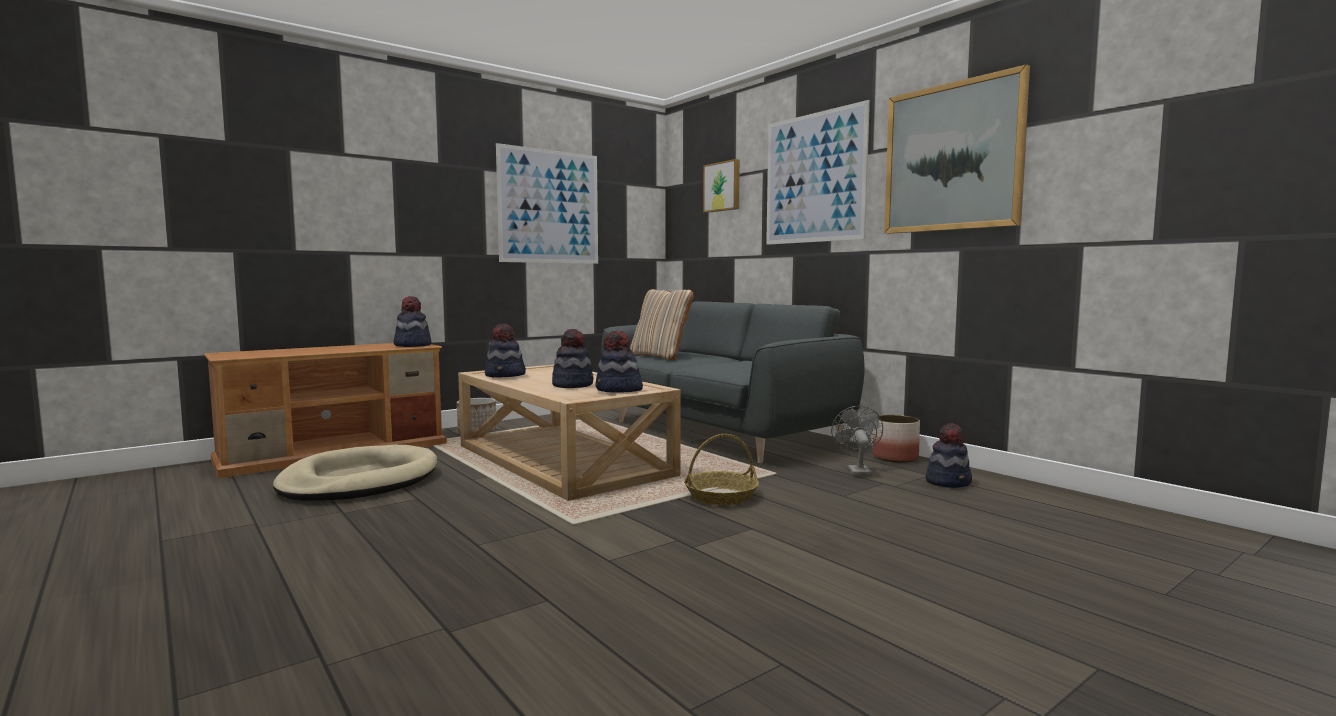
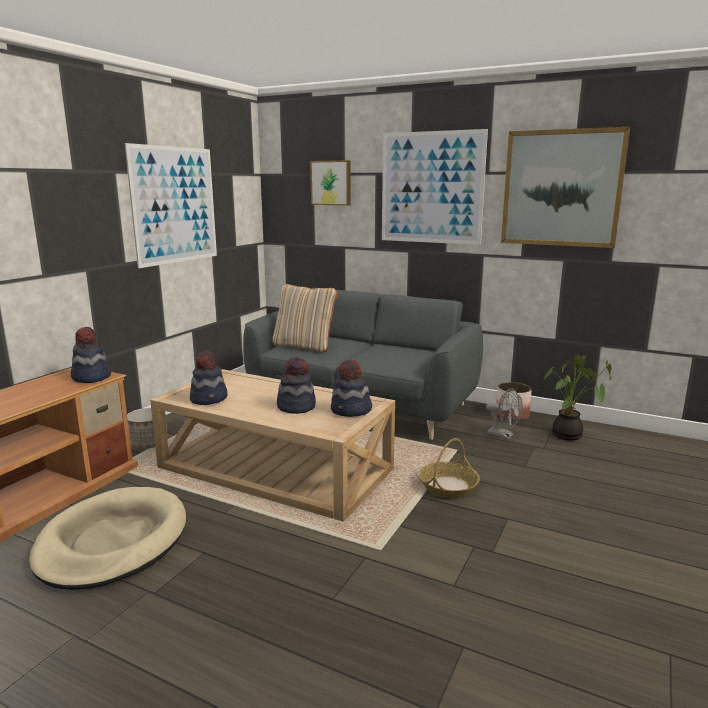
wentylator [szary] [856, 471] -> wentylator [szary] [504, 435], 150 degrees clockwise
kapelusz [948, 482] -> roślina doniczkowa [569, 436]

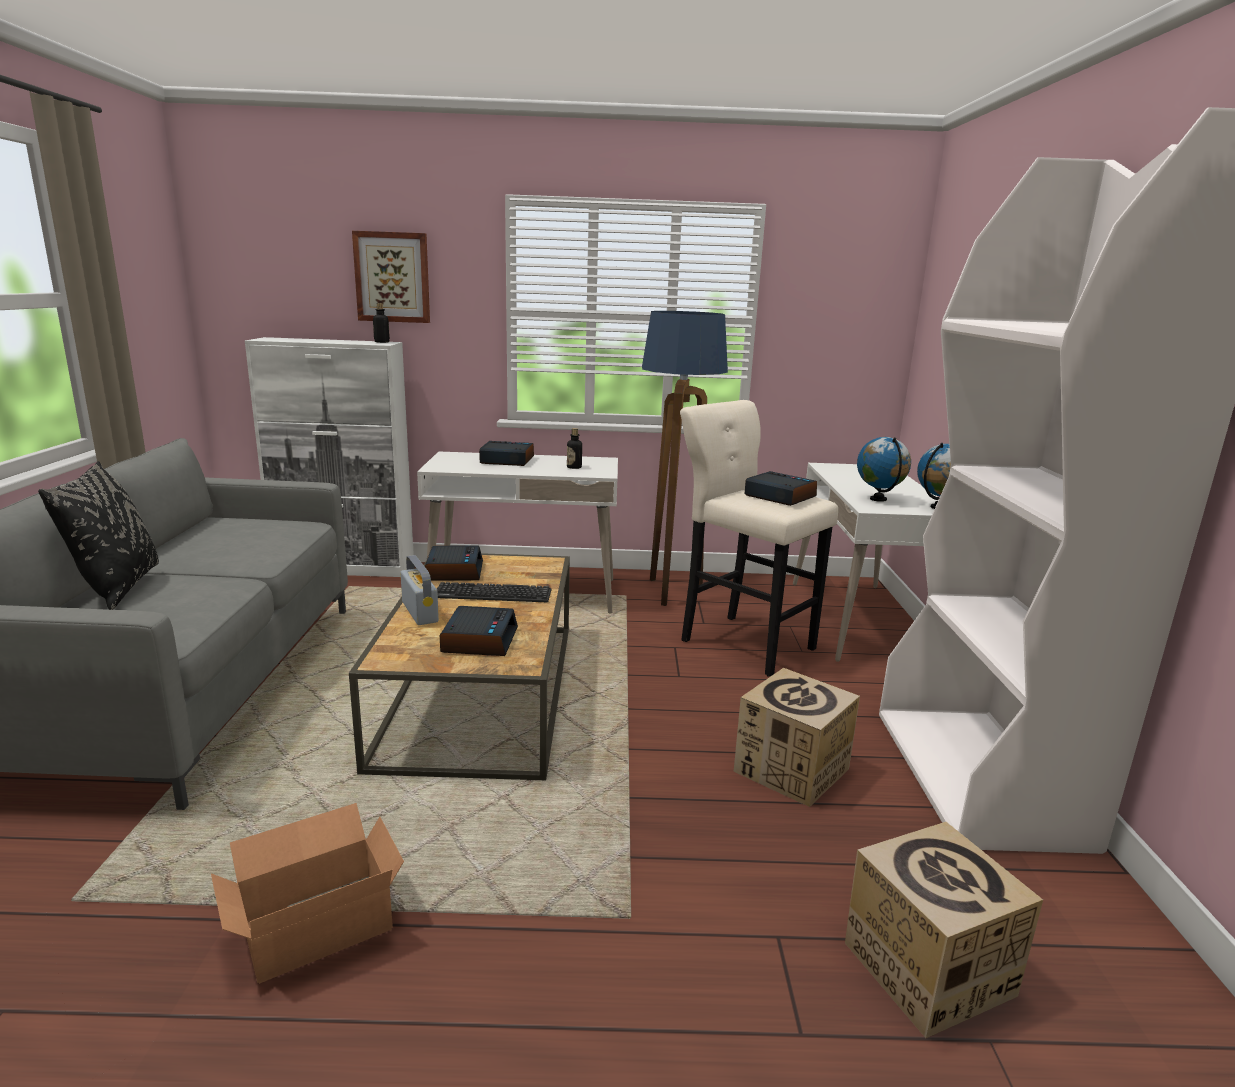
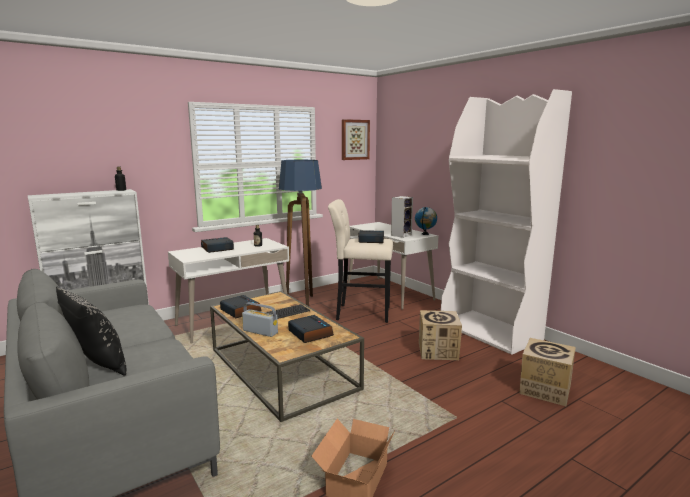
obraz [392, 277] -> obraz [354, 139], relocated
globus [878, 499] -> głośnik [401, 235]

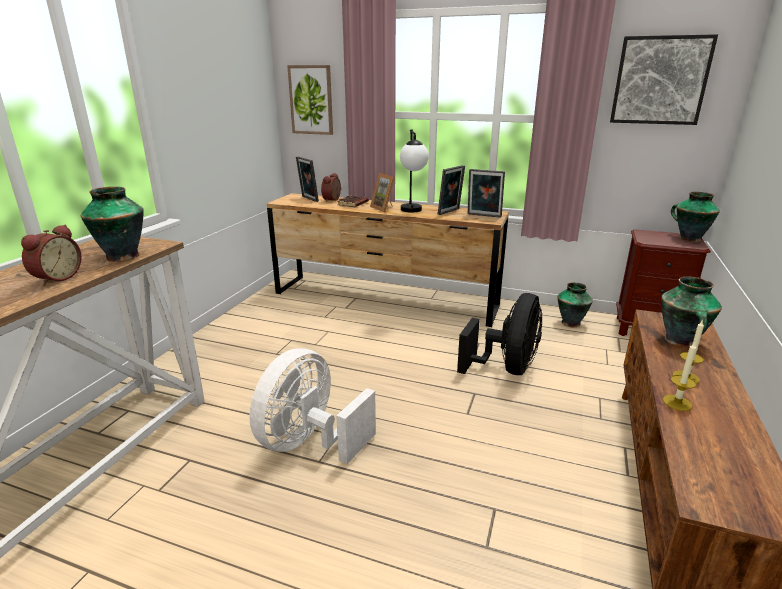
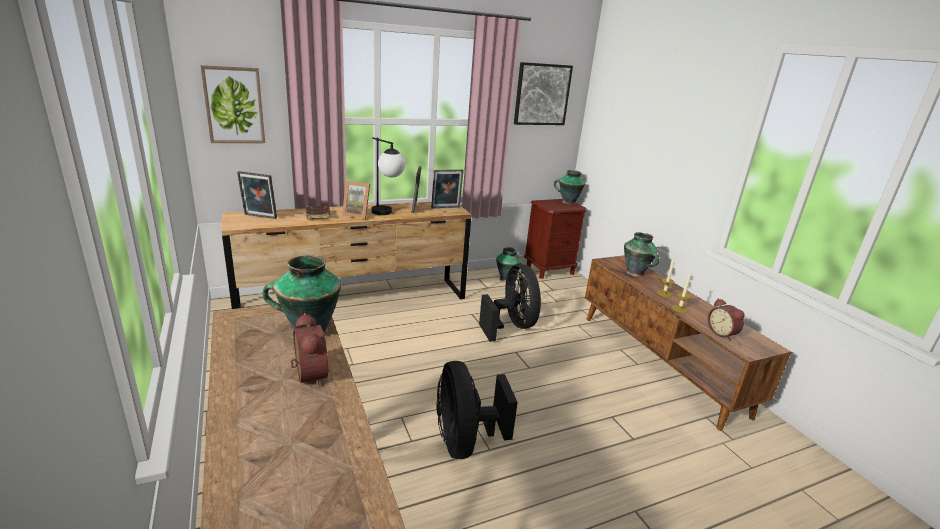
budzik [333, 200] -> budzik [722, 333], relocated
wentylator [biały] [310, 443] -> wentylator [czarny] [465, 441]

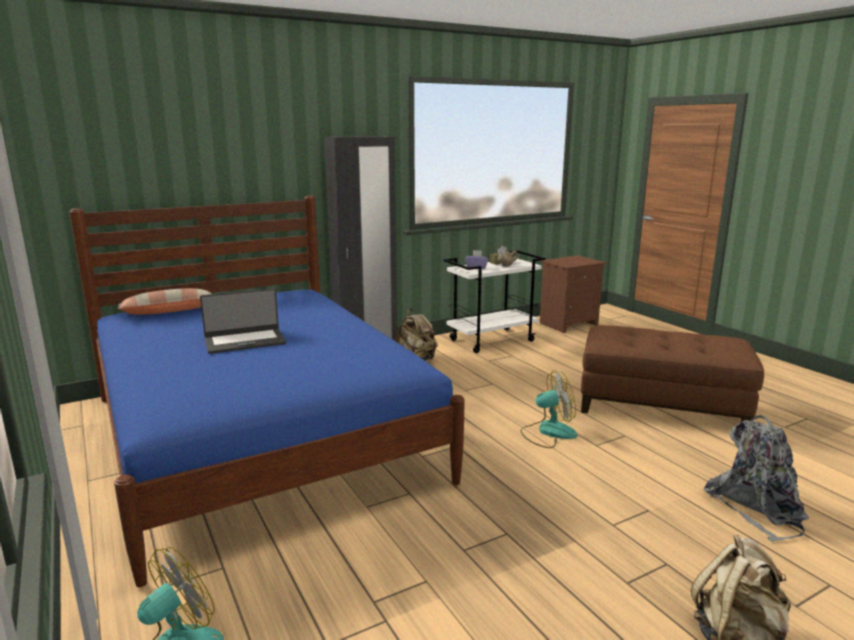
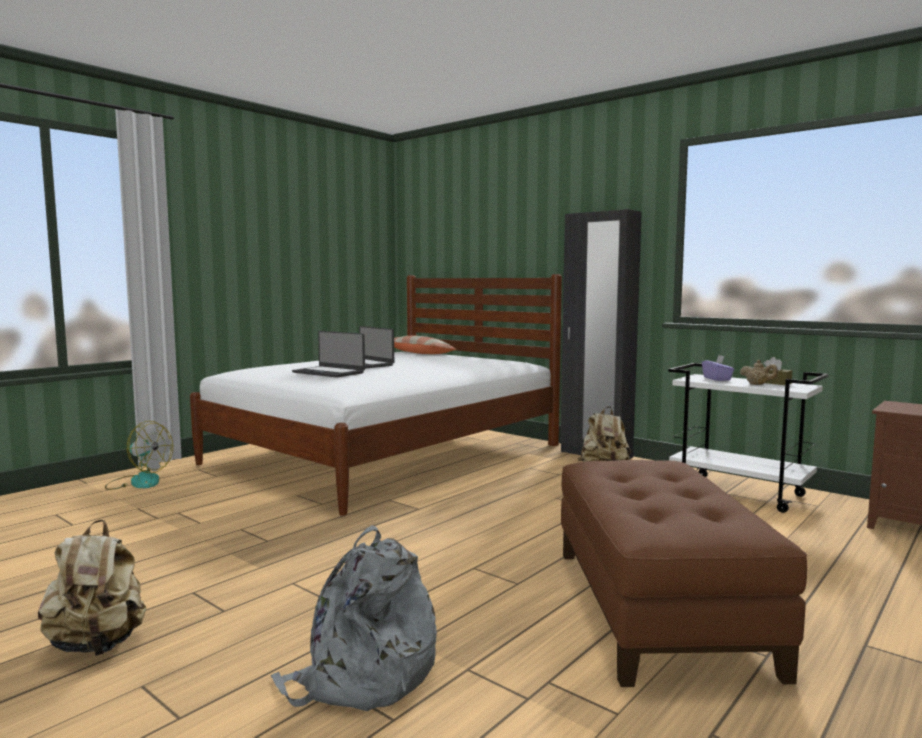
łóżko [niebieski] [258, 437] -> łóżko [biały] [386, 454]
wentylator [548, 432] -> none
none -> laptop [329, 372]

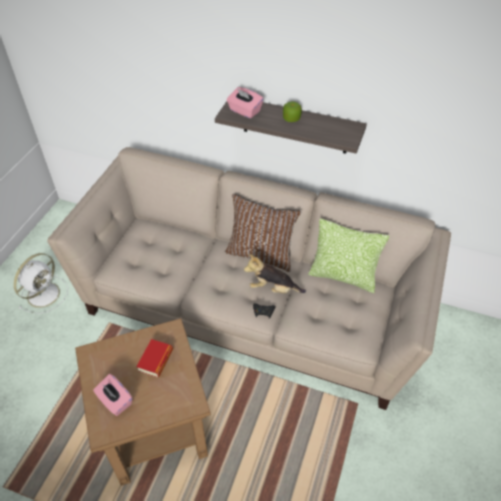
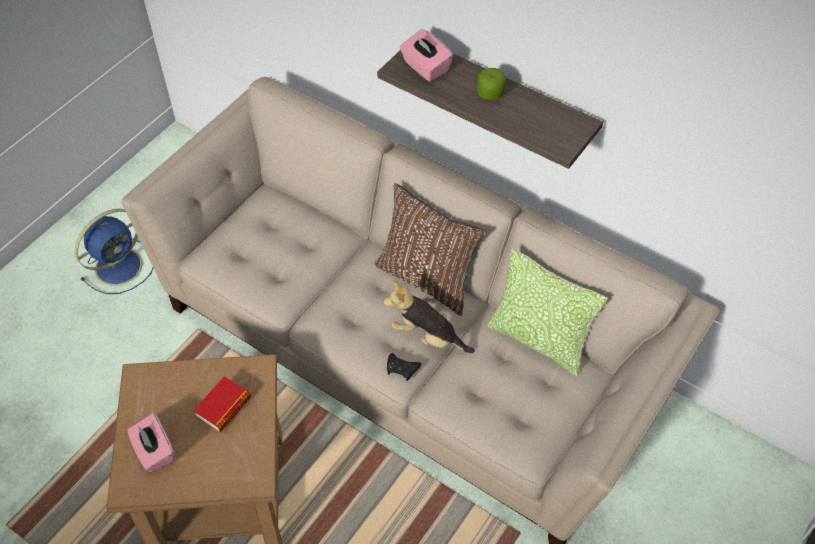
wentylator [biały] [44, 293] -> wentylator [niebieski] [120, 265]

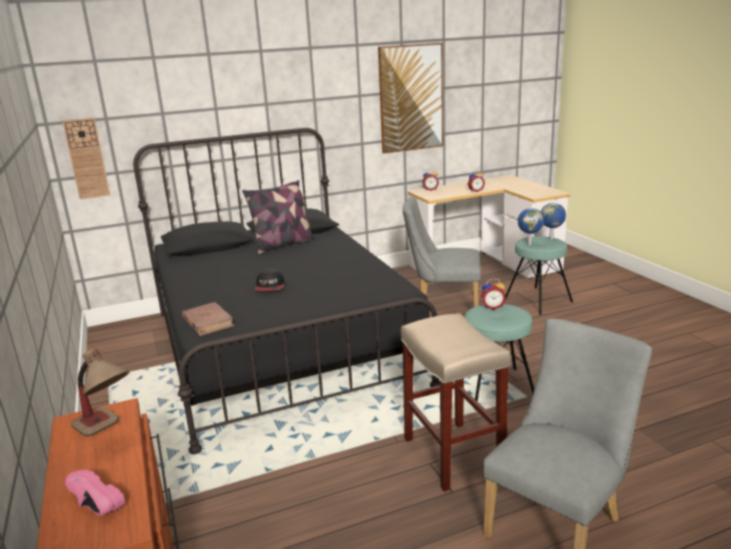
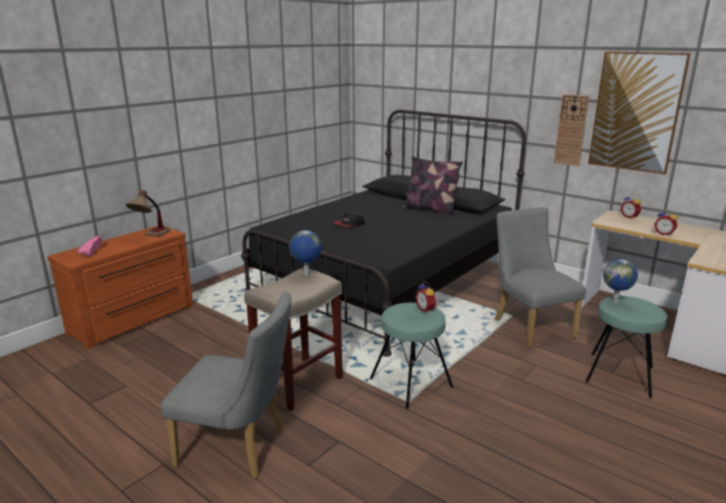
zegar ścienny [87, 158] -> zegar ścienny [571, 130], relocated
globus [552, 238] -> globus [306, 275], relocated
książka [brązowy] [208, 322] -> none

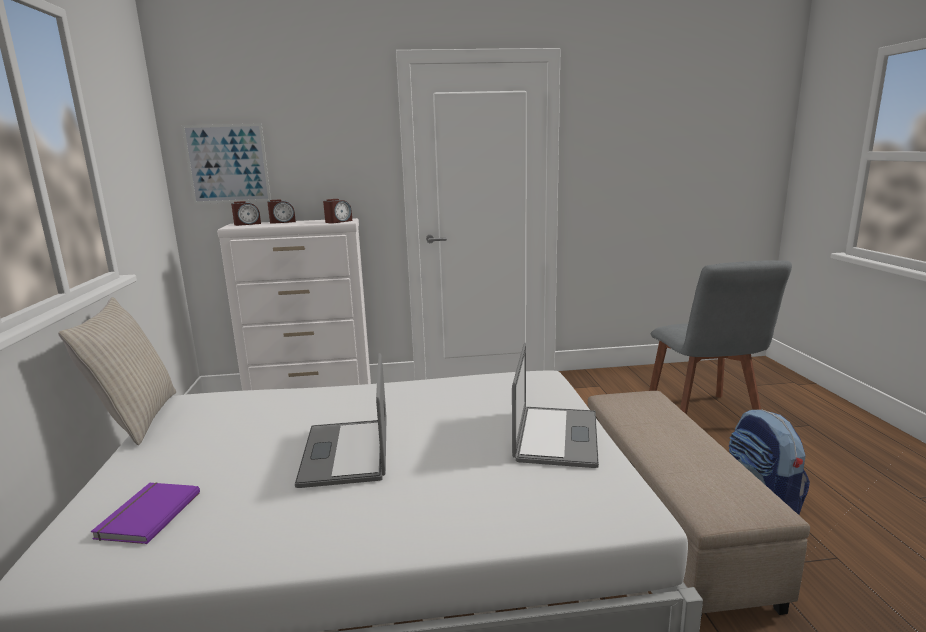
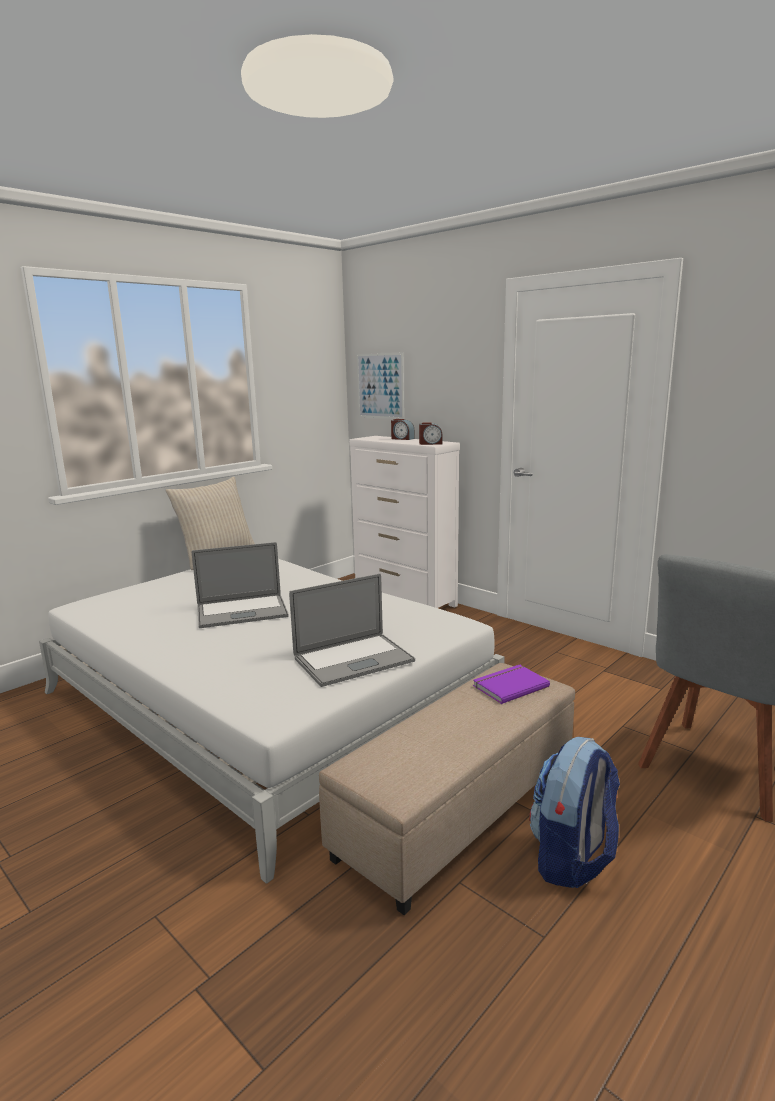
budzik [247, 224] -> none
laptop [346, 452] -> laptop [242, 612], 150 degrees counterclockwise
książka [fioletowy] [146, 515] -> książka [fioletowy] [509, 685], relocated

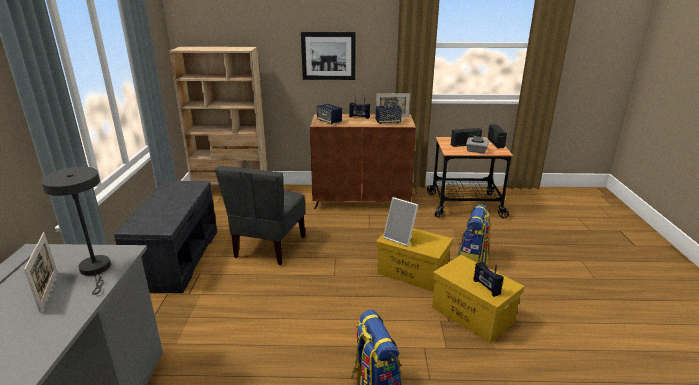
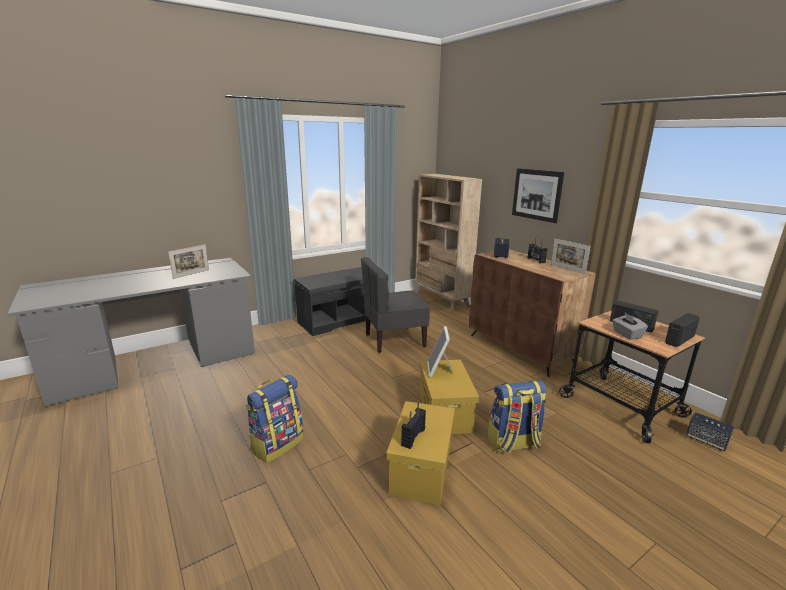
głośnik [388, 122] -> głośnik [706, 440], relocated
lampa stołowa [szary] [96, 270] -> none

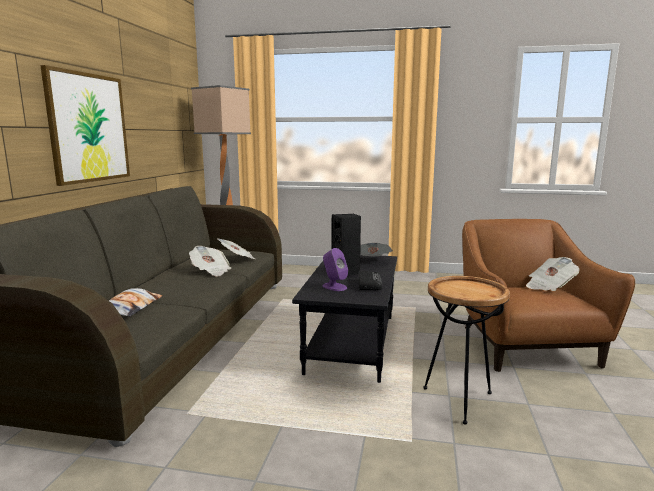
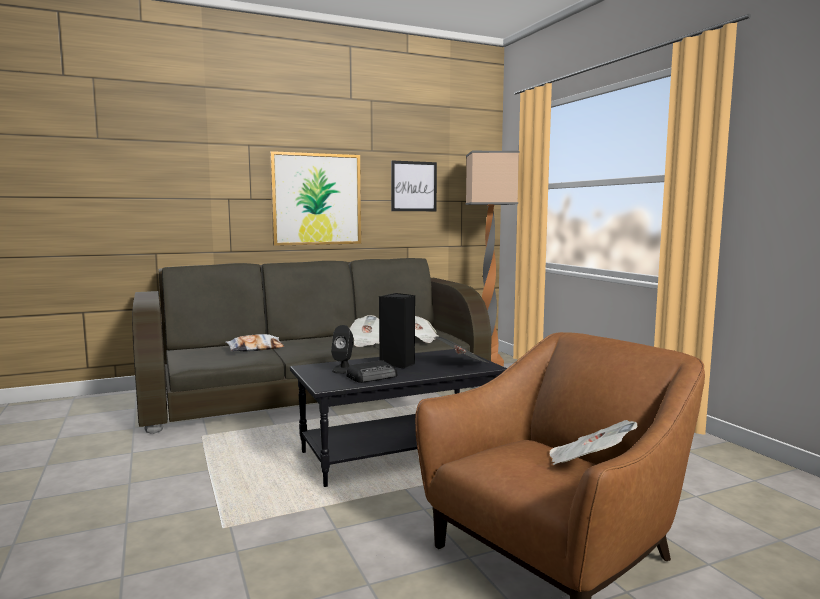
głośnik [fioletowy] [334, 287] -> głośnik [czarny] [343, 369]
stolik [brązowy] [459, 400] -> none
none -> obraz [414, 186]

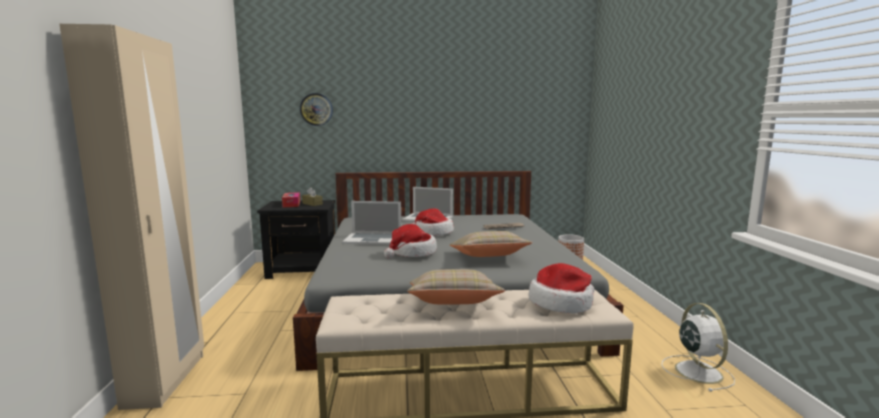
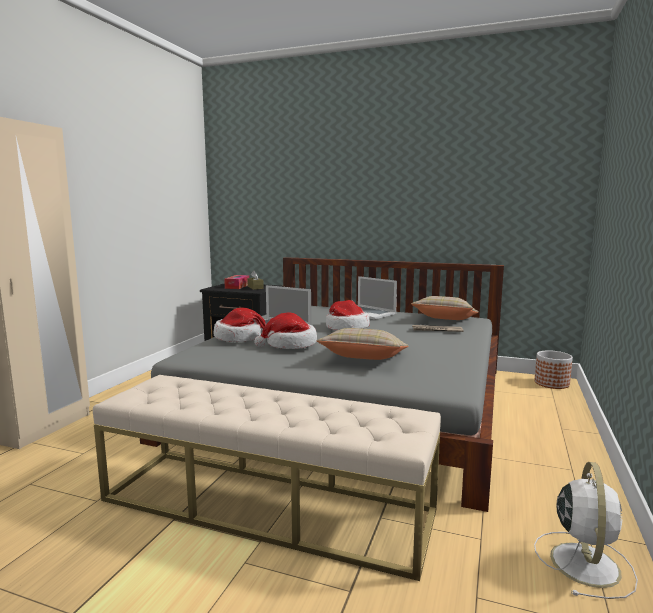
zegar ścienny [316, 109] -> none
kapelusz [561, 303] -> kapelusz [240, 338], relocated
poduszka [beżowy] [453, 304] -> poduszka [beżowy] [445, 320], relocated

